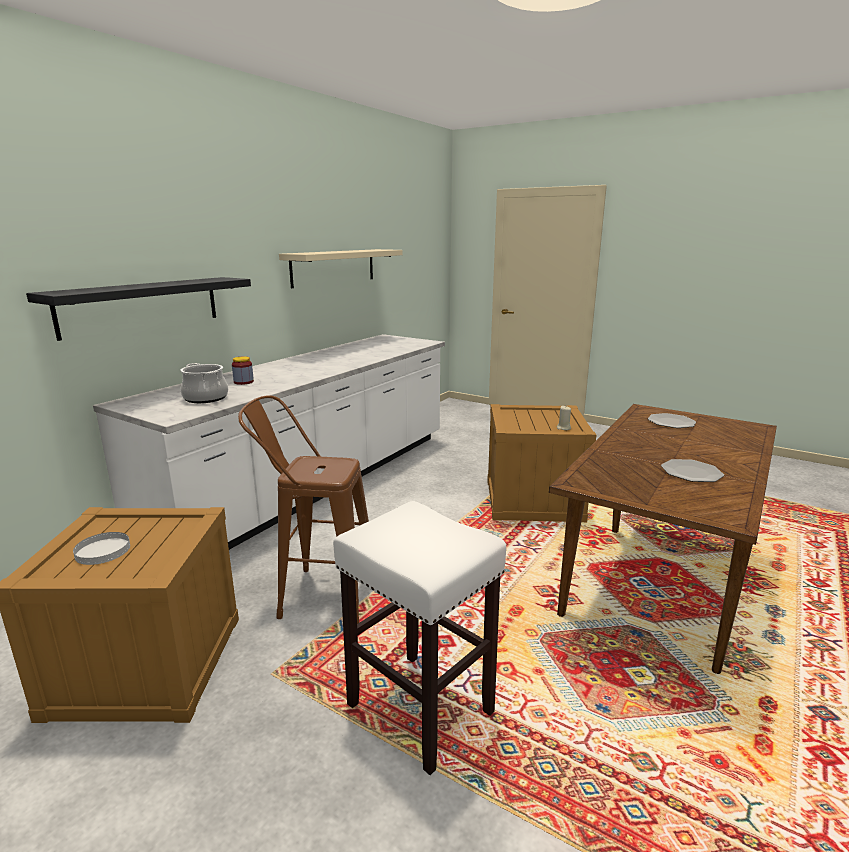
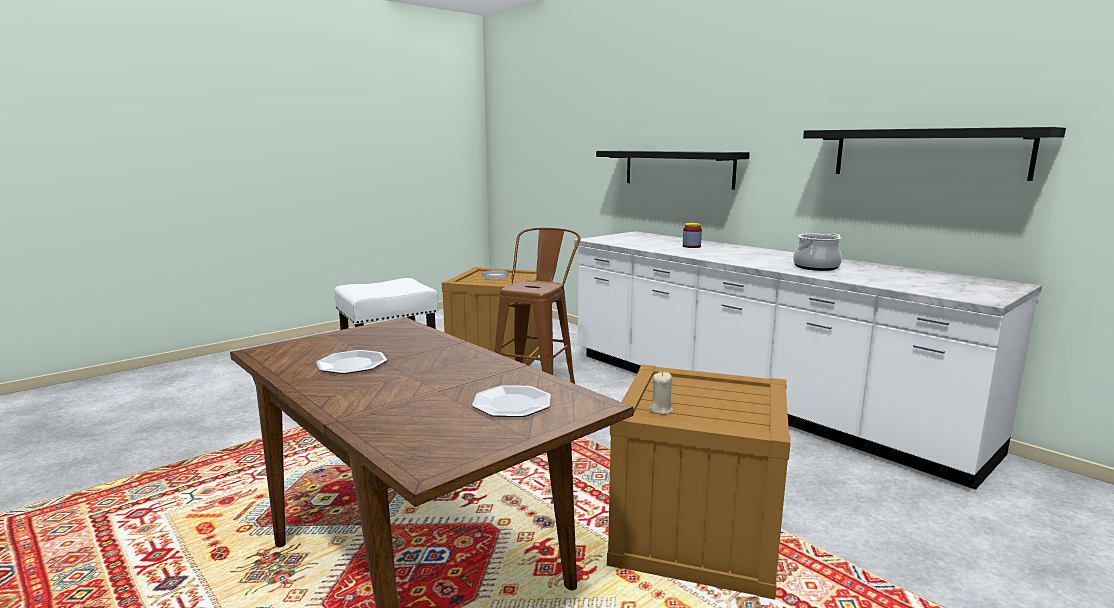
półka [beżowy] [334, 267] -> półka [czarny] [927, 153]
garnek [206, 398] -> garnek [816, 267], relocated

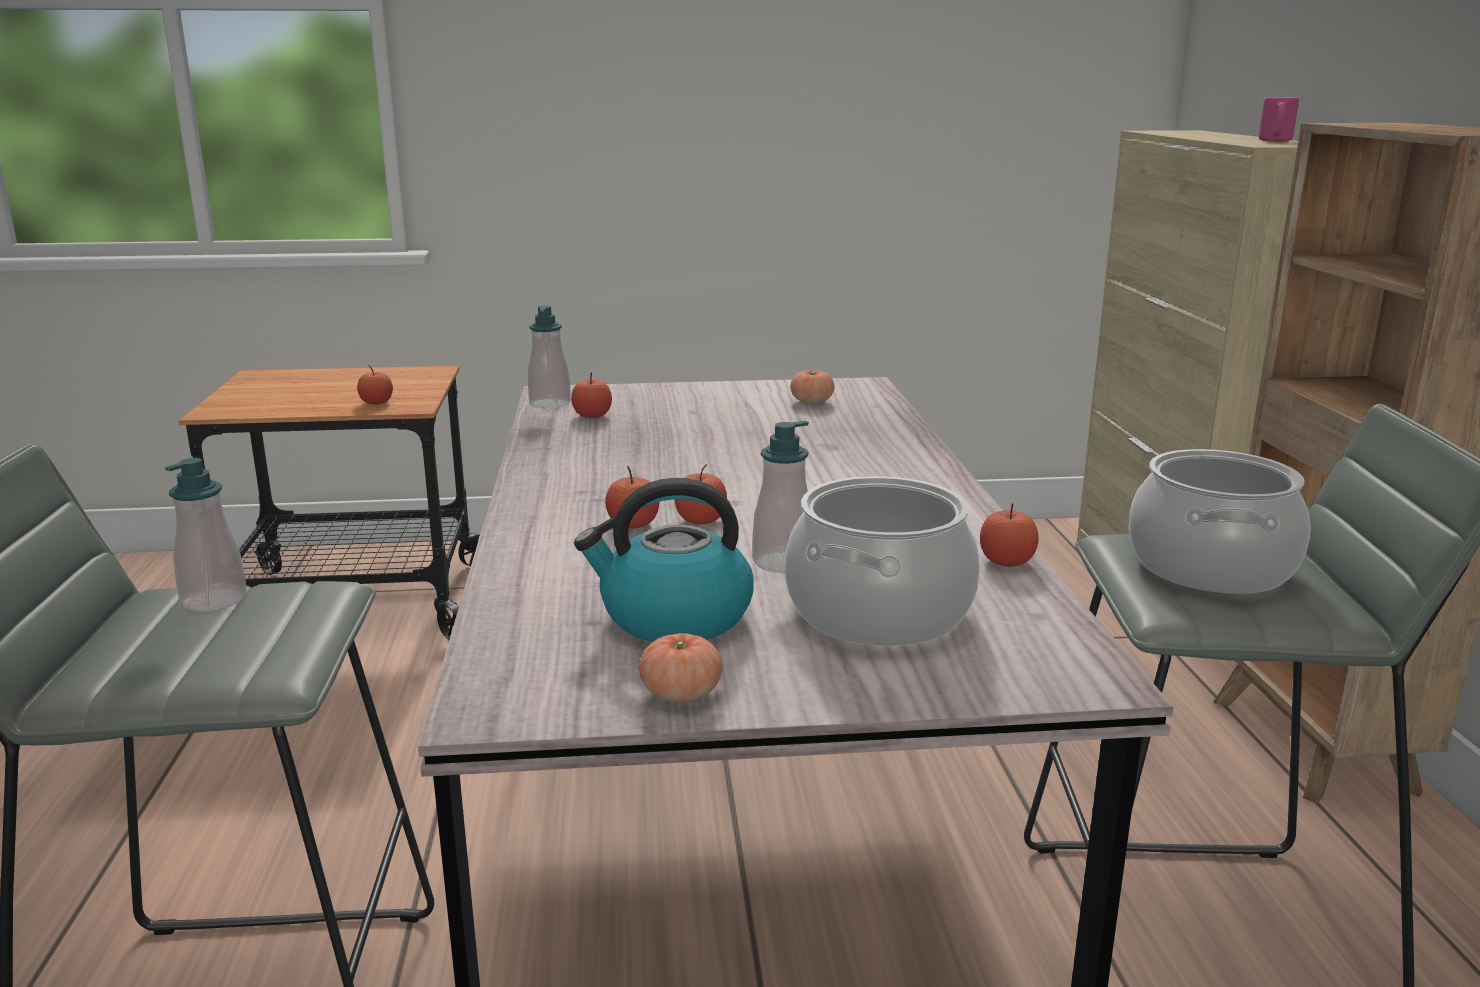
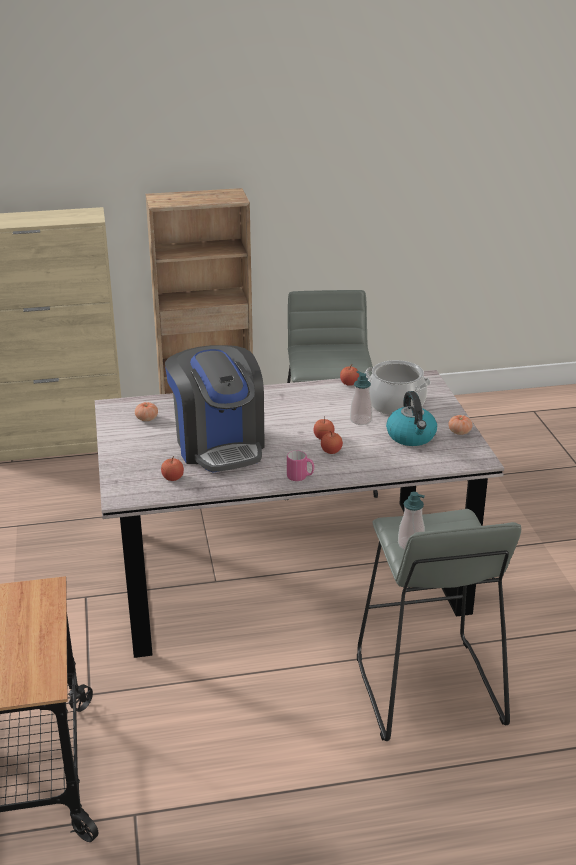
kubek [różowy] [1275, 141] -> kubek [różowy] [300, 477], relocated
dozownik mydła [550, 403] -> none
jabłko [376, 402] -> none
garnek [1212, 567] -> none
none -> ekspres do kawy [219, 445]

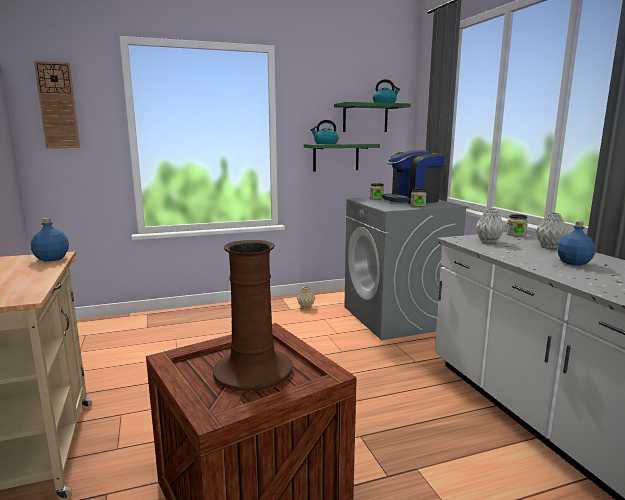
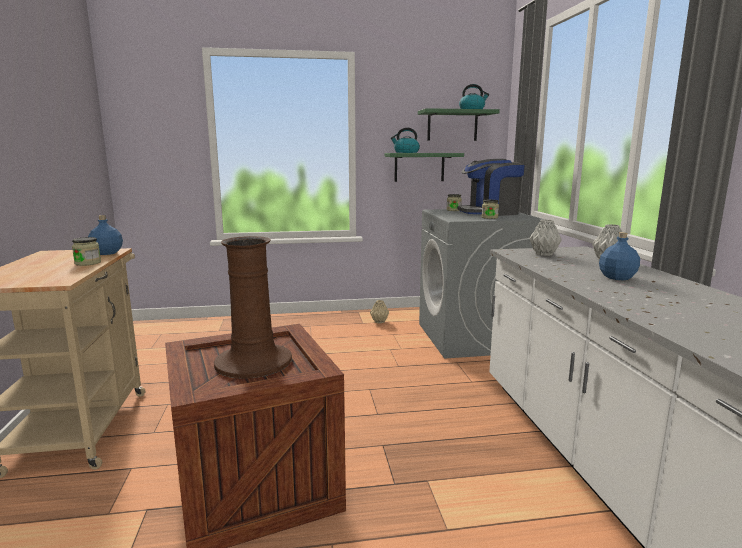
zegar ścienny [58, 106] -> none
słoik [516, 234] -> słoik [88, 263], relocated

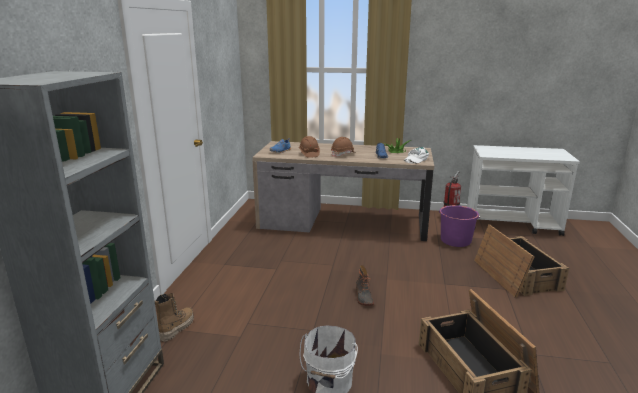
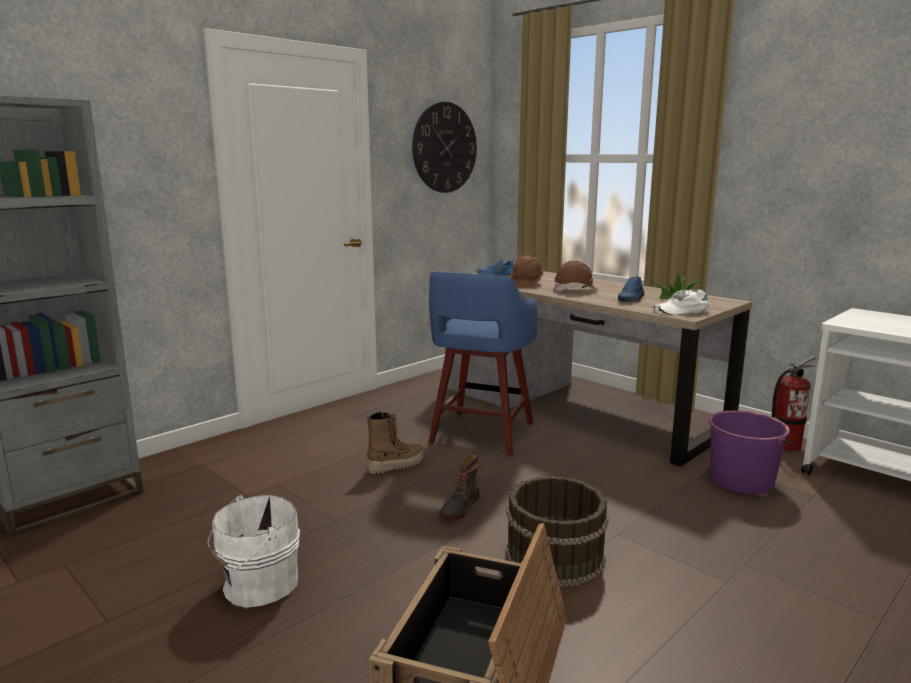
skrzynka [515, 275] -> none
but z cholewką [177, 328] -> but z cholewką [396, 465], relocated
none -> zegar ścienny [444, 147]
none -> stołek [niebieski] [481, 434]
none -> wiadro [brązowy] [553, 555]

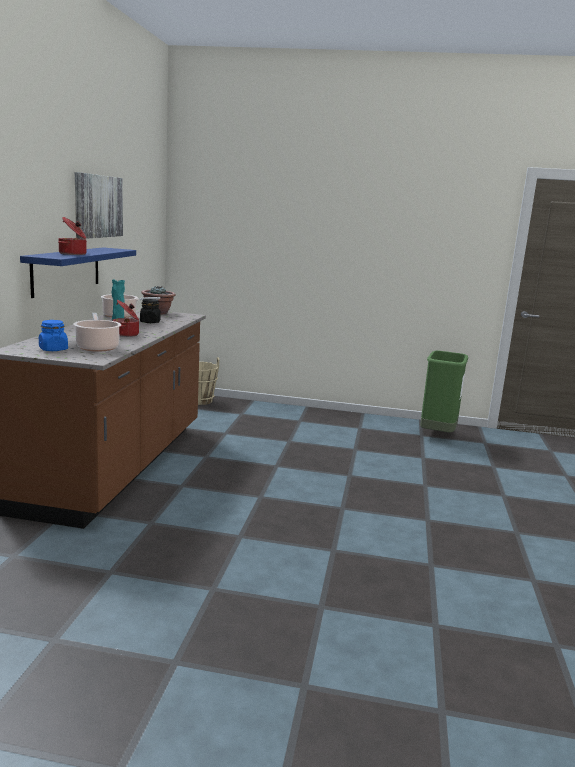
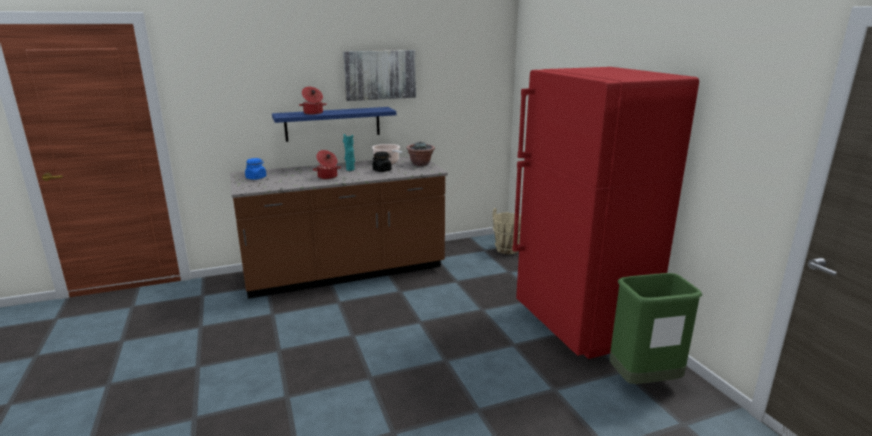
garnek [97, 347] -> none
none -> lodówka [czerwony] [580, 325]

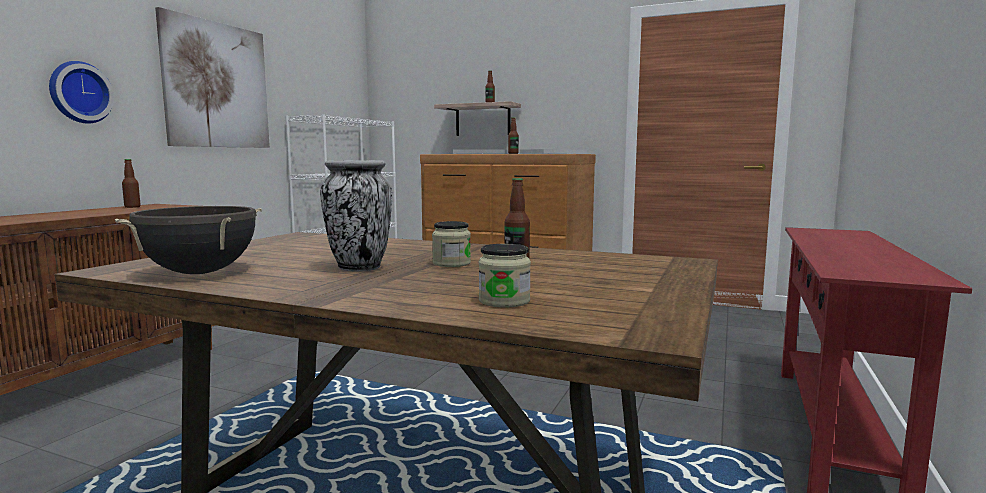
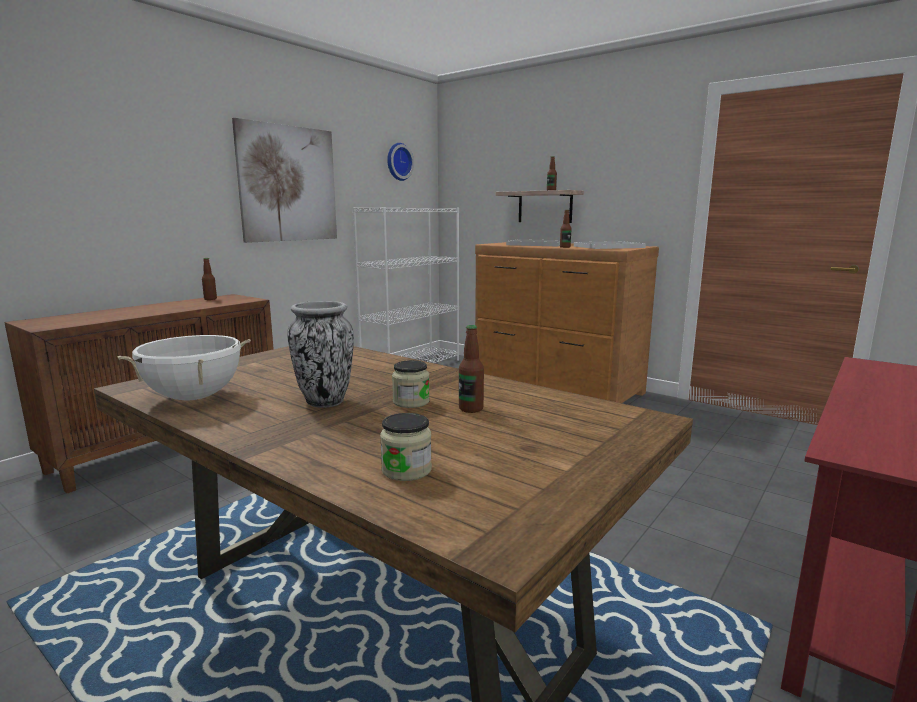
zegar ścienny [79, 92] -> zegar ścienny [398, 162], relocated
garnek [czarny] [200, 273] -> garnek [biały] [194, 397]

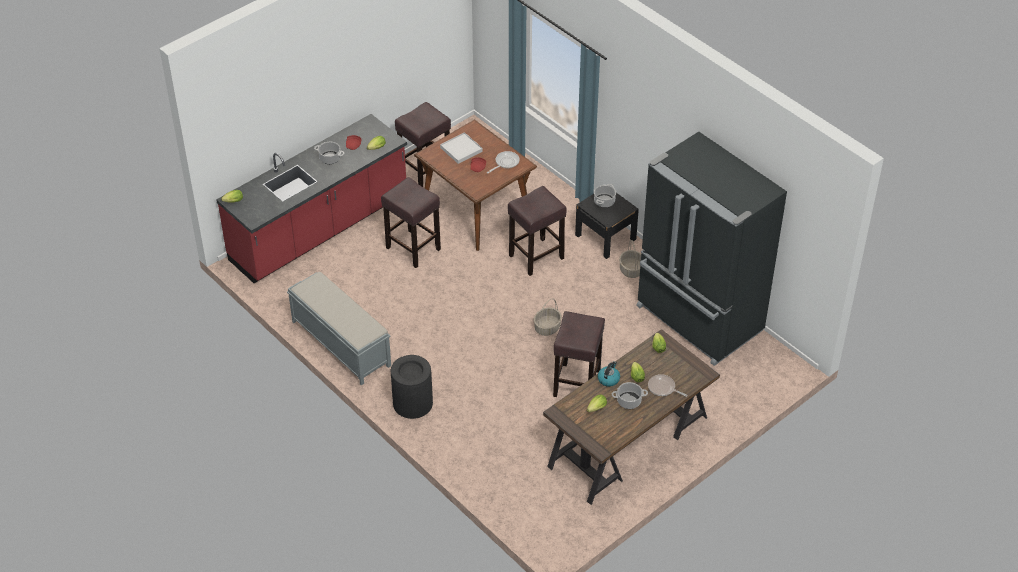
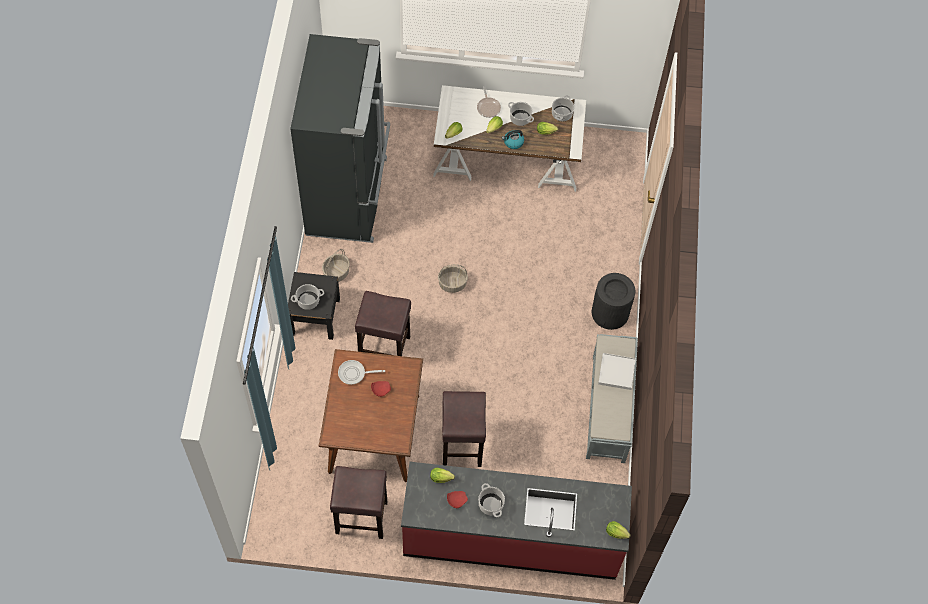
taca [biały] [461, 149] -> taca [biały] [616, 372], relocated
stołek [brązowy] [577, 382] -> none
biurko [brązowy] [628, 442] -> biurko [biały] [507, 161]
none -> garnek [561, 113]

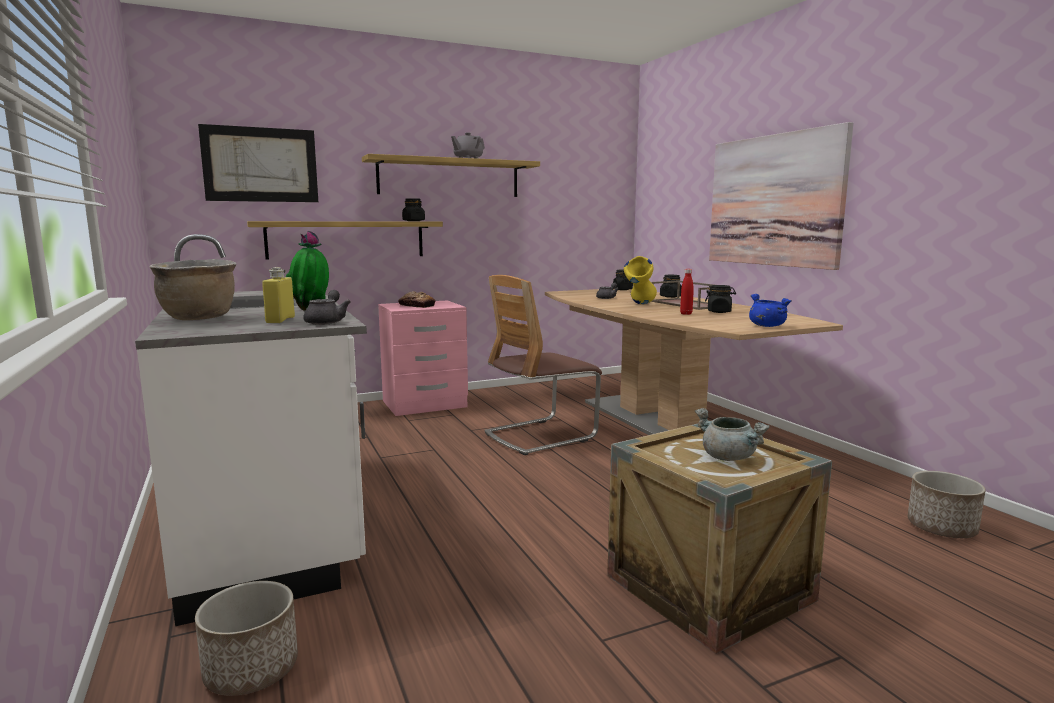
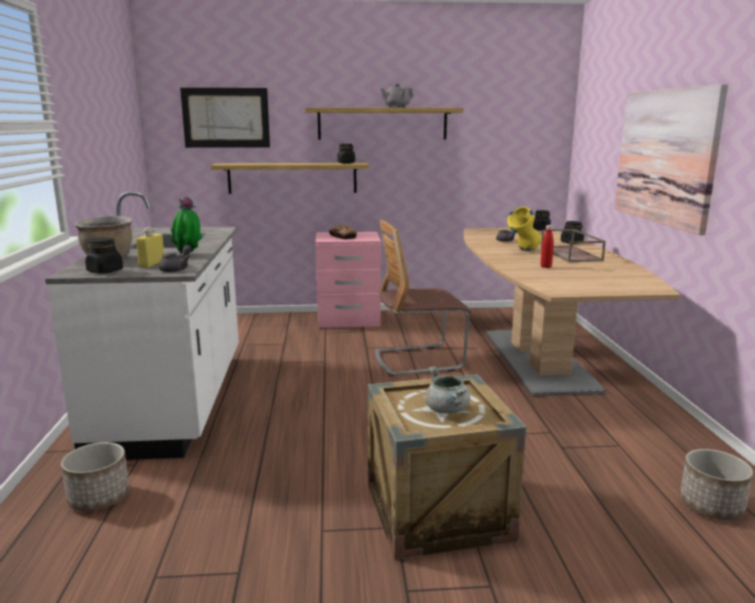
słoik [czarny] [719, 312] -> słoik [czarny] [105, 271], relocated
garnek [niebieski] [766, 326] -> none

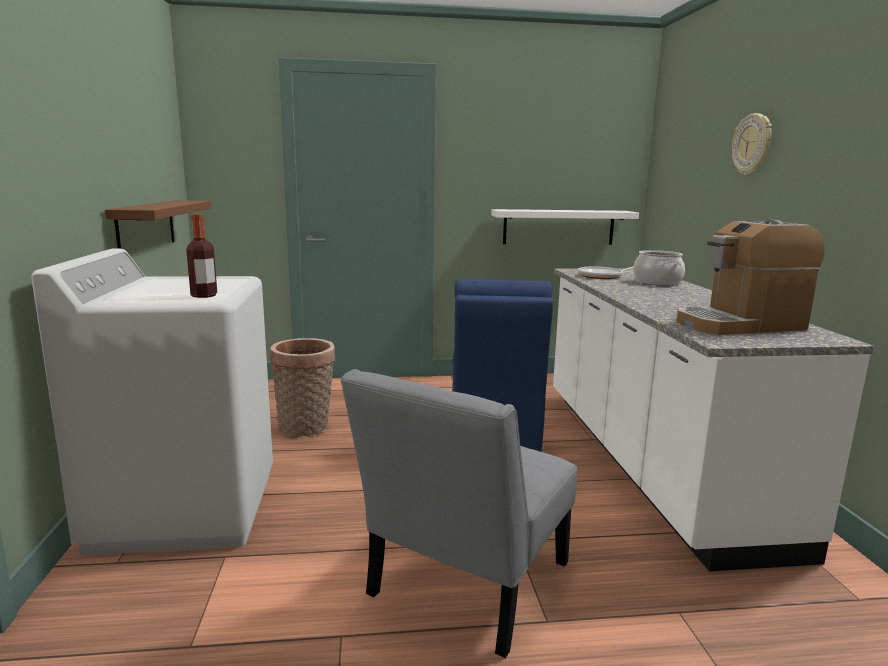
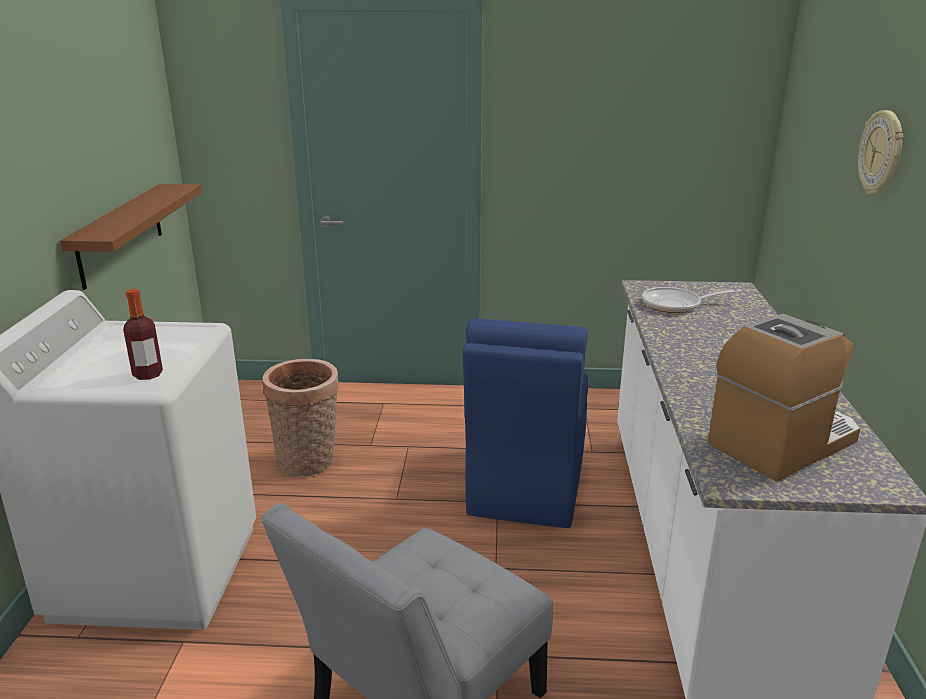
półka [biały] [558, 227] -> none
ekspres do kawy [739, 324] -> ekspres do kawy [782, 442], 150 degrees clockwise
garnek [656, 282] -> none

